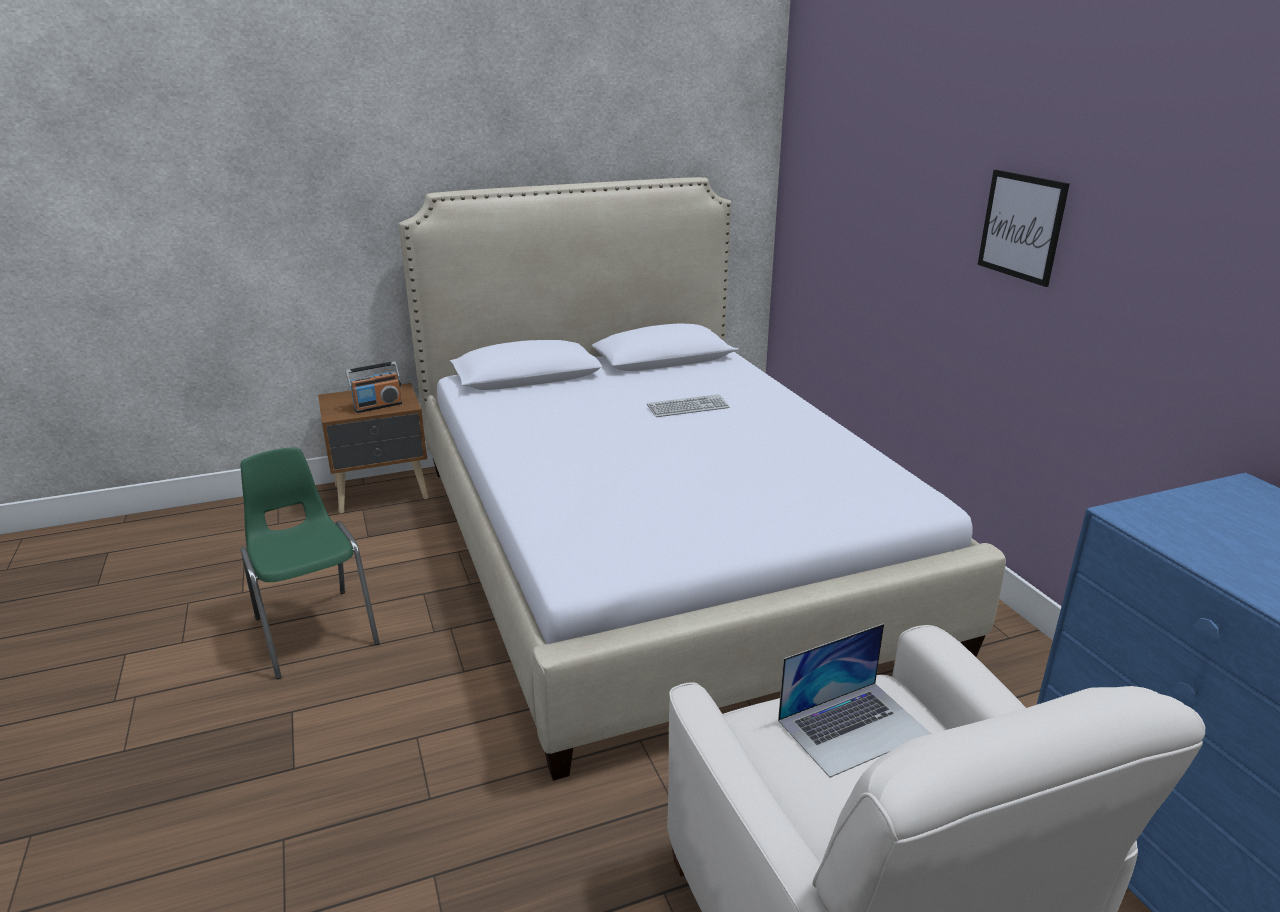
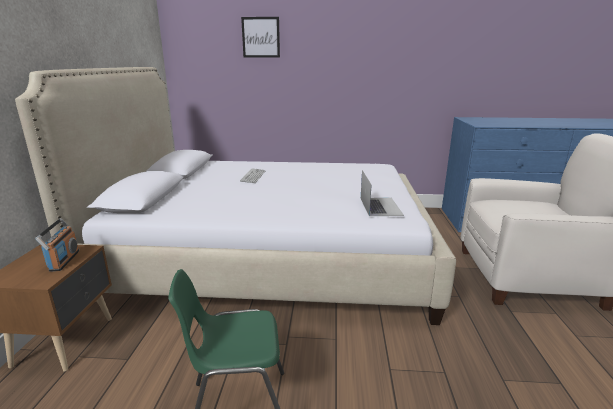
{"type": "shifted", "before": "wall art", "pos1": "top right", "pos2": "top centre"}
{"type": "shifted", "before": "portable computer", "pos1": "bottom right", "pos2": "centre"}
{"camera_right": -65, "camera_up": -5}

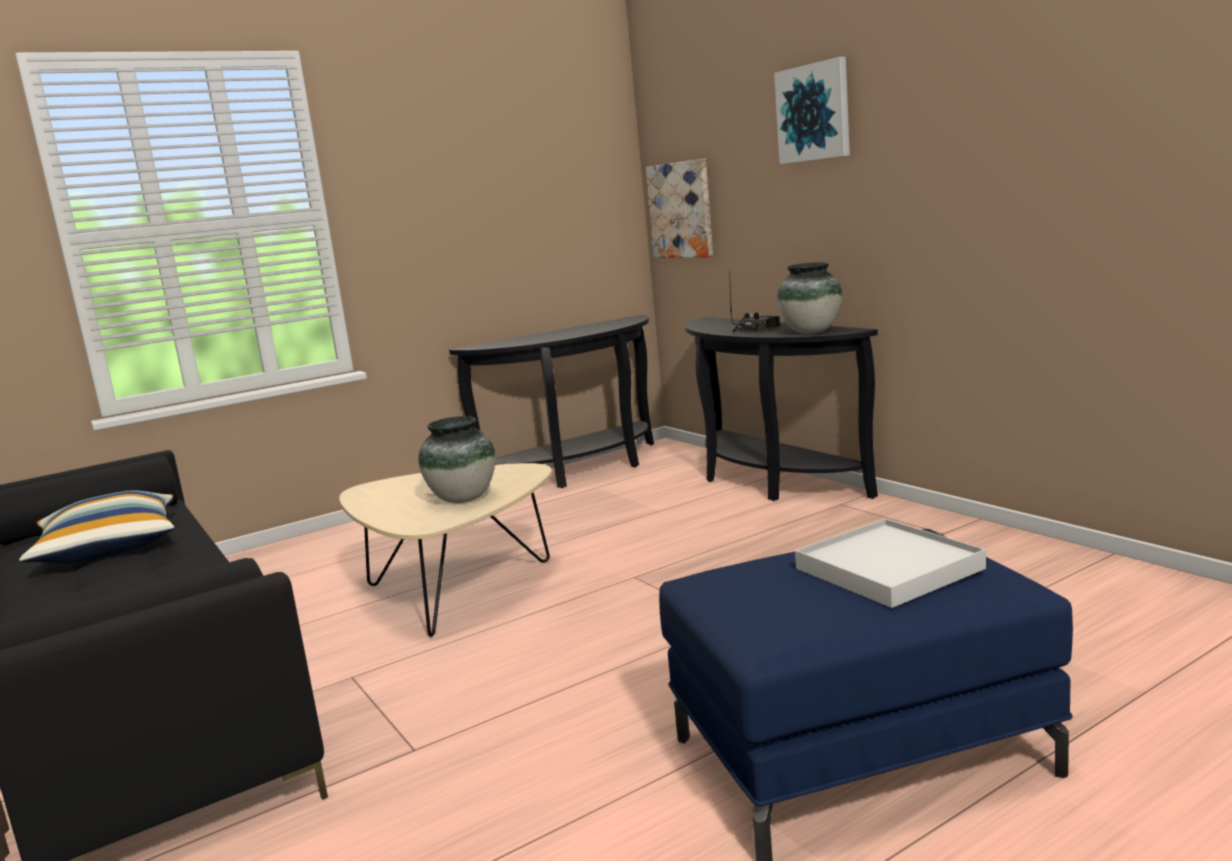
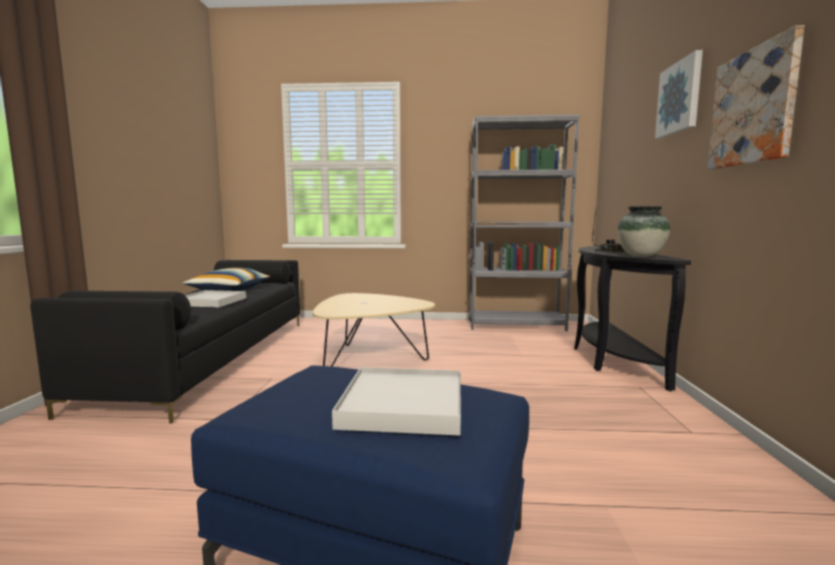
{"type": "shifted", "before": "wall art (no. 1 from left in the first image)", "after": "wall art (no. 2 from left)", "pos1": "top centre", "pos2": "top right"}
{"type": "swapped", "before": "blackish narrow table (no. 1 from left)", "after": "grey bookshelf", "pos1": "centre", "pos2": "centre"}
{"type": "gone", "before": "vase (no. 1 from left)", "pos1": "centre"}
{"type": "new", "after": "white-coloured tray (no. 1 from left)", "pos2": "middle left"}
{"camera_right": 35, "camera_up": -5}

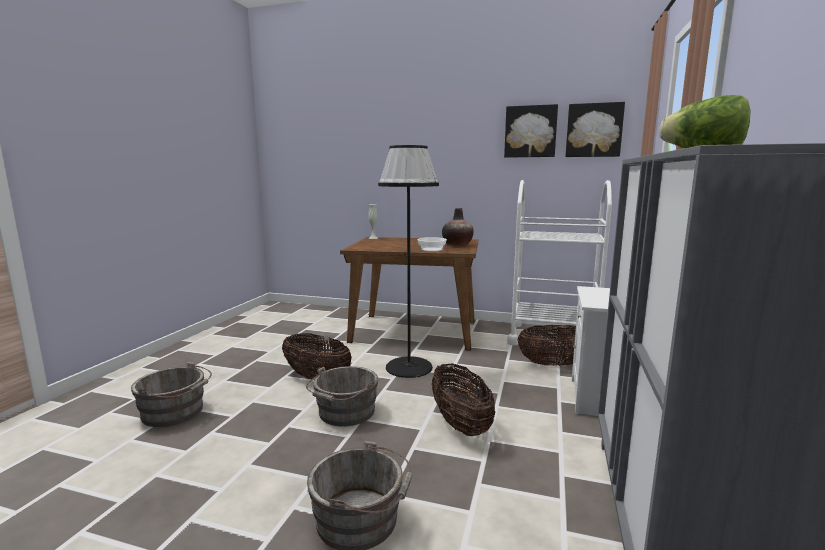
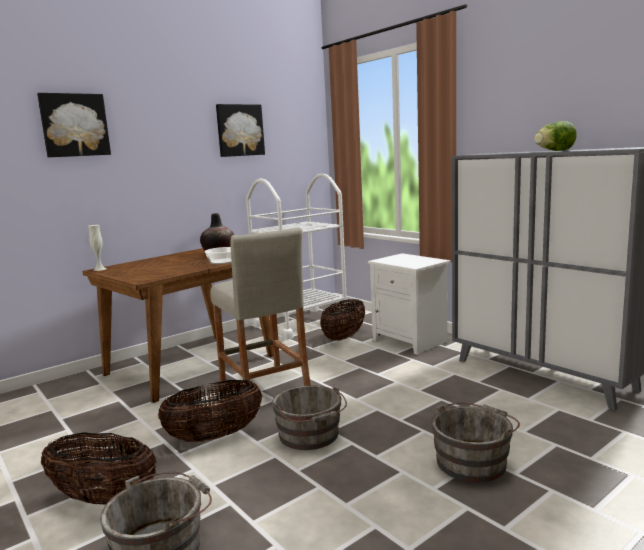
{"type": "shifted", "before": "wall art (no. 2 from left in the first image)", "after": "wall art (no. 1 from left)", "pos1": "top right", "pos2": "top left"}
{"type": "swapped", "before": "blackish standard lamp", "after": "sand-coloured stool seat", "pos1": "centre", "pos2": "centre"}
{"type": "shifted", "before": "basket (no. 2 from left in the first image)", "after": "basket (no. 1 from left)", "pos1": "bottom centre", "pos2": "bottom left"}
{"camera_right": -55, "camera_up": 0}

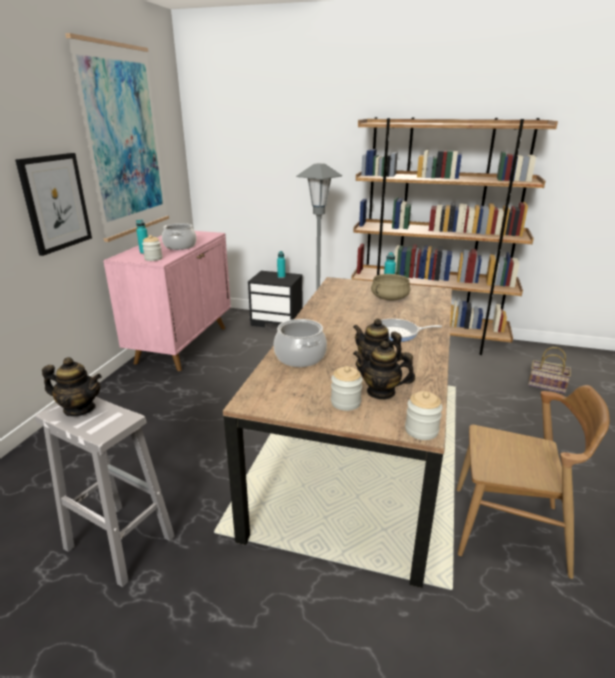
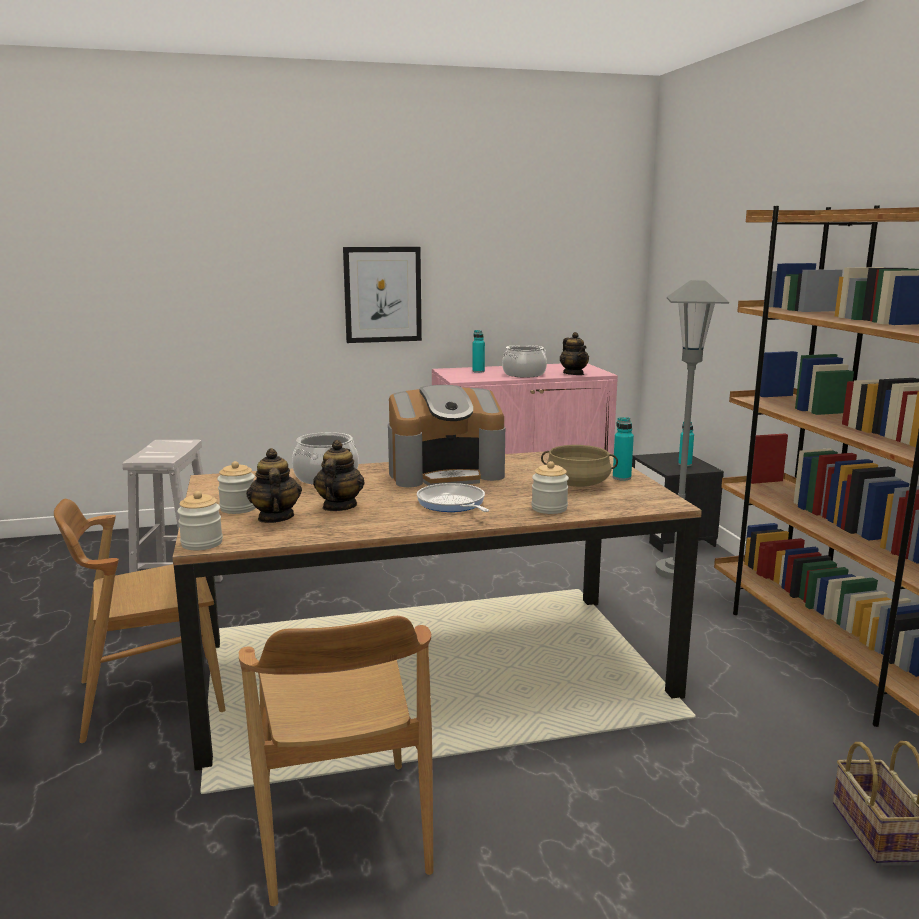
{"type": "gone", "before": "wall art (no. 2 from left)", "pos1": "top left"}
{"type": "shifted", "before": "storage jar (no. 1 from left in the first image)", "after": "storage jar (no. 3 from left)", "pos1": "middle left", "pos2": "centre"}
{"type": "shifted", "before": "tea pot (no. 1 from left in the first image)", "after": "tea pot (no. 3 from left)", "pos1": "middle left", "pos2": "centre"}
{"type": "new", "after": "coffee machine", "pos2": "centre"}
{"type": "new", "after": "brown-coloured upright chair (no. 1 from left)", "pos2": "bottom left"}
{"camera_right": 60, "camera_up": -10}

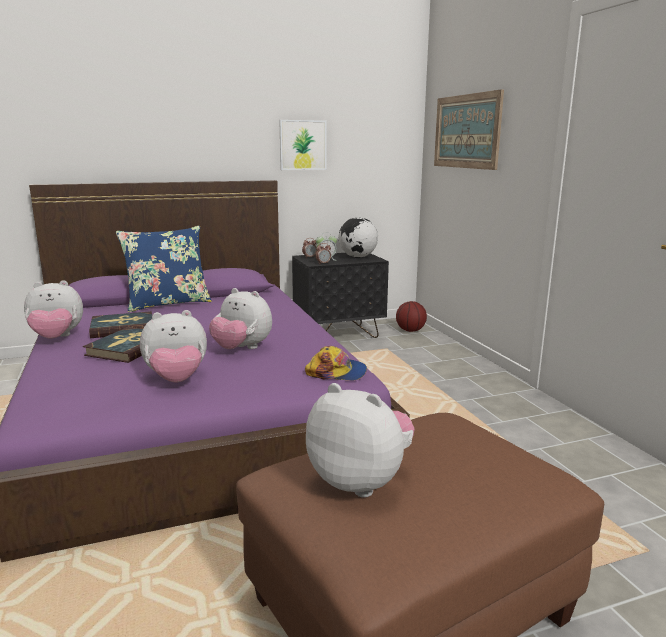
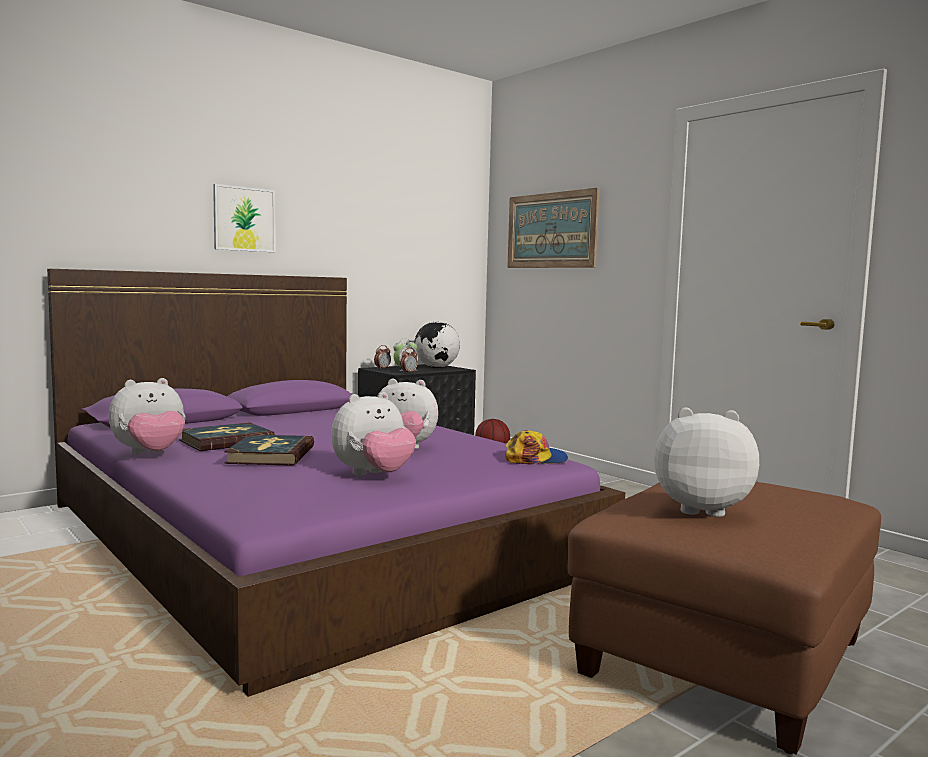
{"type": "shifted", "before": "wall art (no. 1 from left)", "pos1": "top centre", "pos2": "top left"}
{"type": "gone", "before": "blue-coloured pillow", "pos1": "middle left"}
{"camera_right": -20, "camera_up": -10}

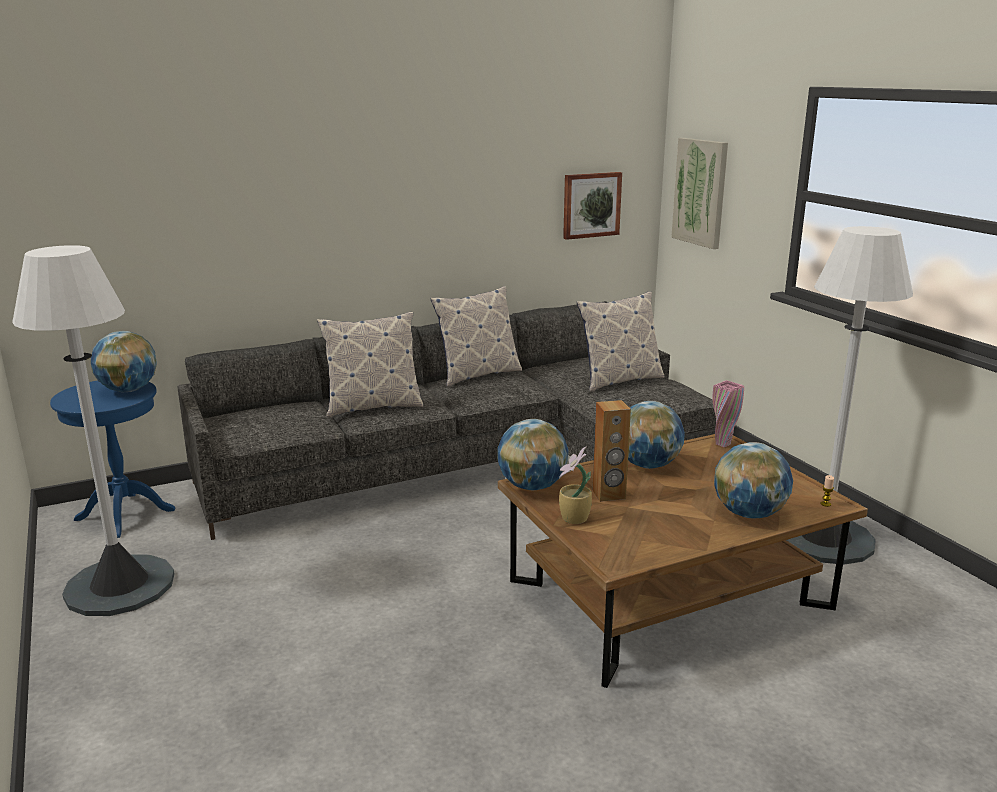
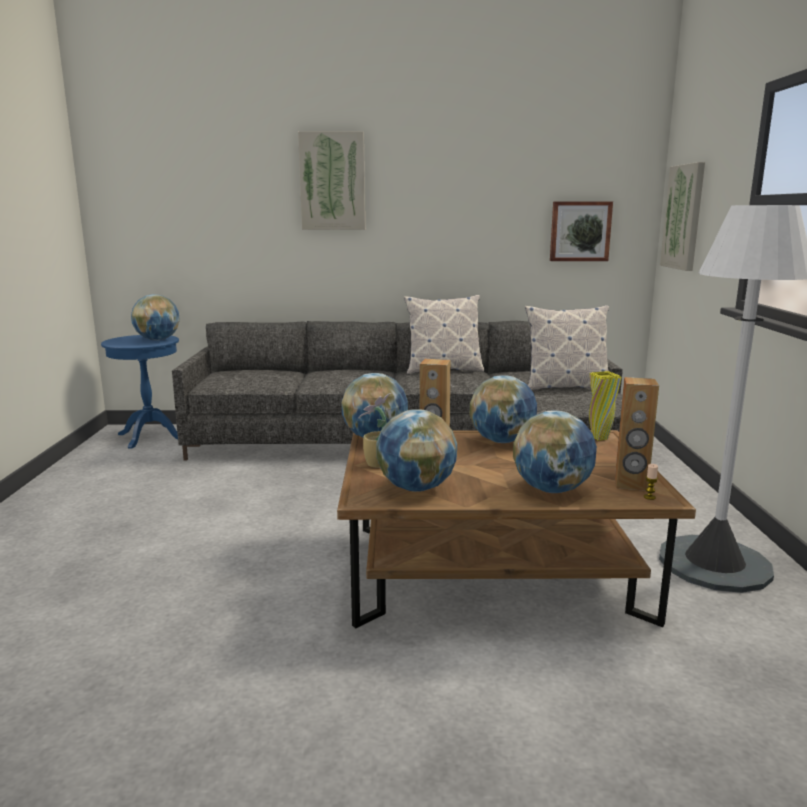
{"type": "gone", "before": "white-coloured standard lamp (no. 1 from left)", "pos1": "middle left"}
{"type": "gone", "before": "pillow (no. 1 from left)", "pos1": "centre"}
{"type": "repainted", "before": "pinkish vase", "after": "yellowish vase", "pos1": "middle right", "pos2": "middle right"}
{"type": "new", "after": "wall art (no. 1 from left)", "pos2": "top centre"}
{"type": "new", "after": "brown-coloured speaker (no. 2 from left)", "pos2": "middle right"}
{"type": "new", "after": "globe (no. 3 from left)", "pos2": "centre"}
{"camera_right": 25, "camera_up": -5}

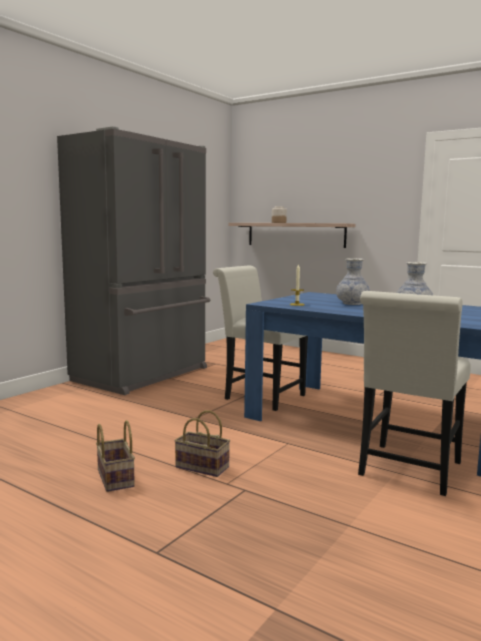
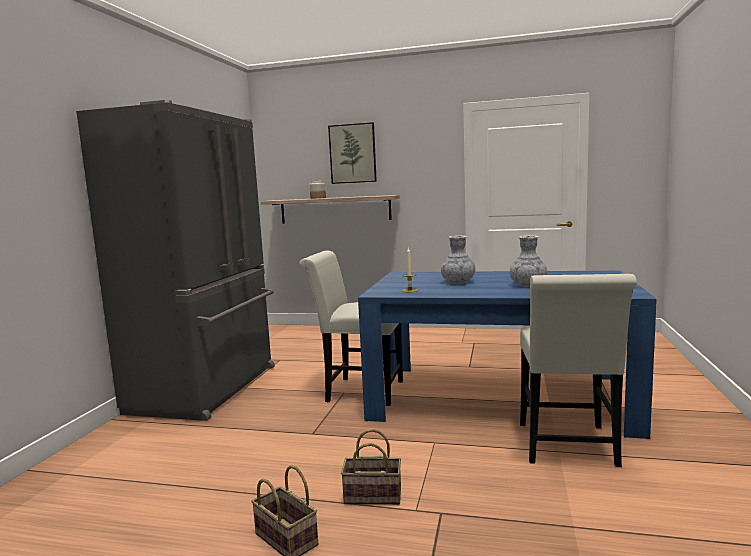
{"type": "new", "after": "wall art", "pos2": "top centre"}
{"camera_right": -20, "camera_up": 0}

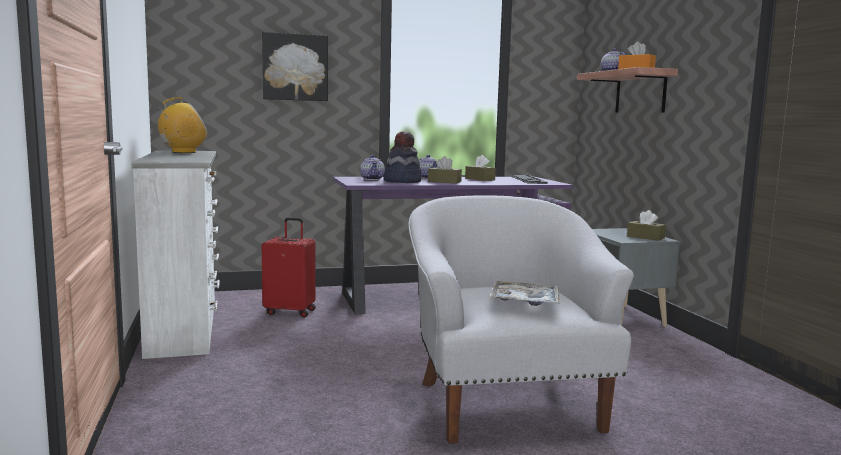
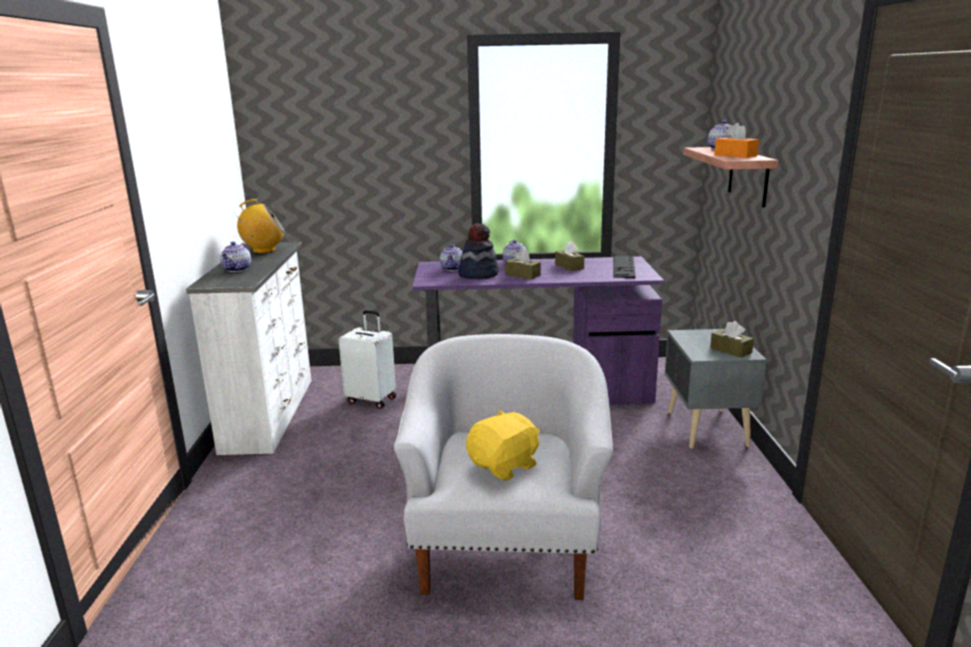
{"type": "gone", "before": "wall art", "pos1": "top centre"}
{"type": "repainted", "before": "red suitcase", "after": "white-coloured suitcase", "pos1": "centre", "pos2": "centre"}
{"type": "swapped", "before": "tray", "after": "yellowish plush toy", "pos1": "centre", "pos2": "bottom centre"}
{"type": "new", "after": "tea pot (no. 1 from left)", "pos2": "middle left"}
{"camera_right": 15, "camera_up": 10}

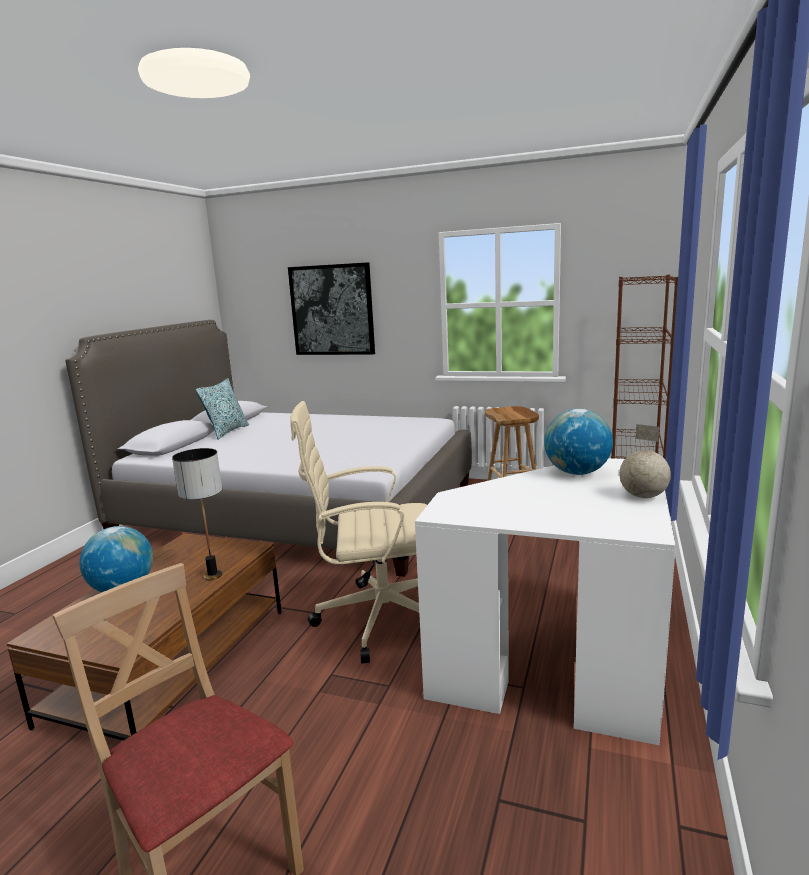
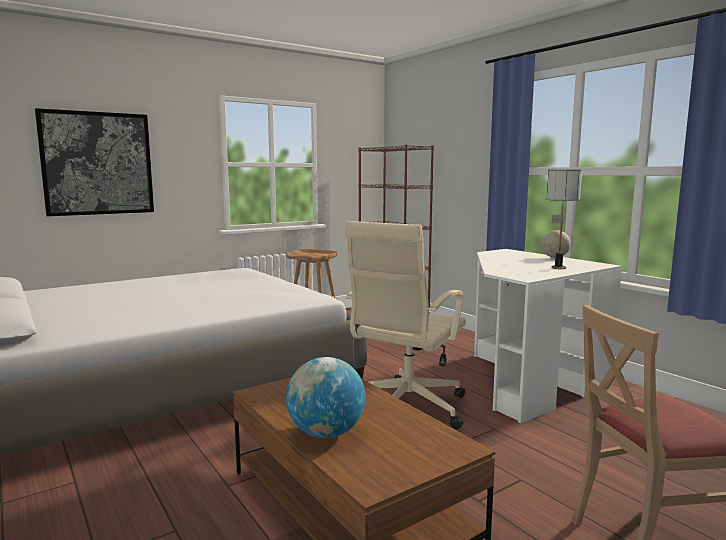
{"type": "gone", "before": "pillow", "pos1": "middle left"}
{"type": "gone", "before": "globe (no. 2 from left)", "pos1": "middle right"}
{"type": "shifted", "before": "lamp for a table", "pos1": "middle left", "pos2": "middle right"}
{"camera_right": -55, "camera_up": -5}

